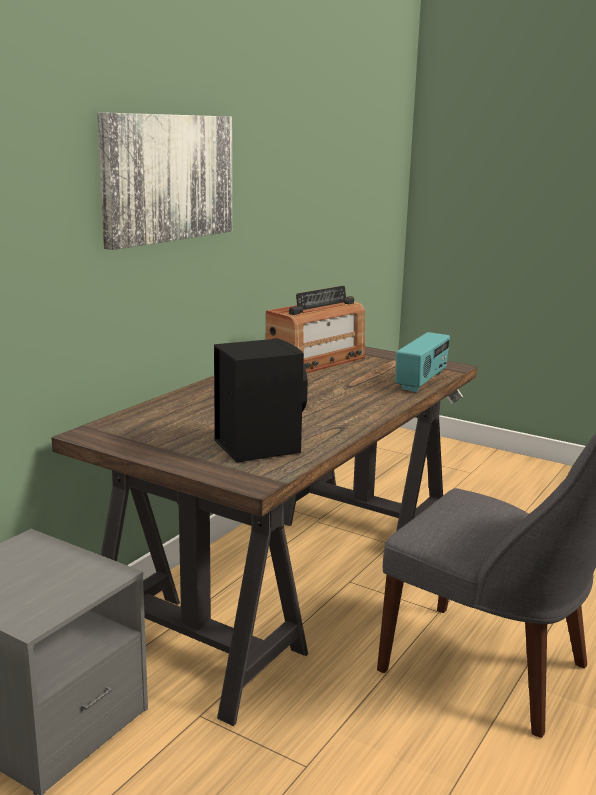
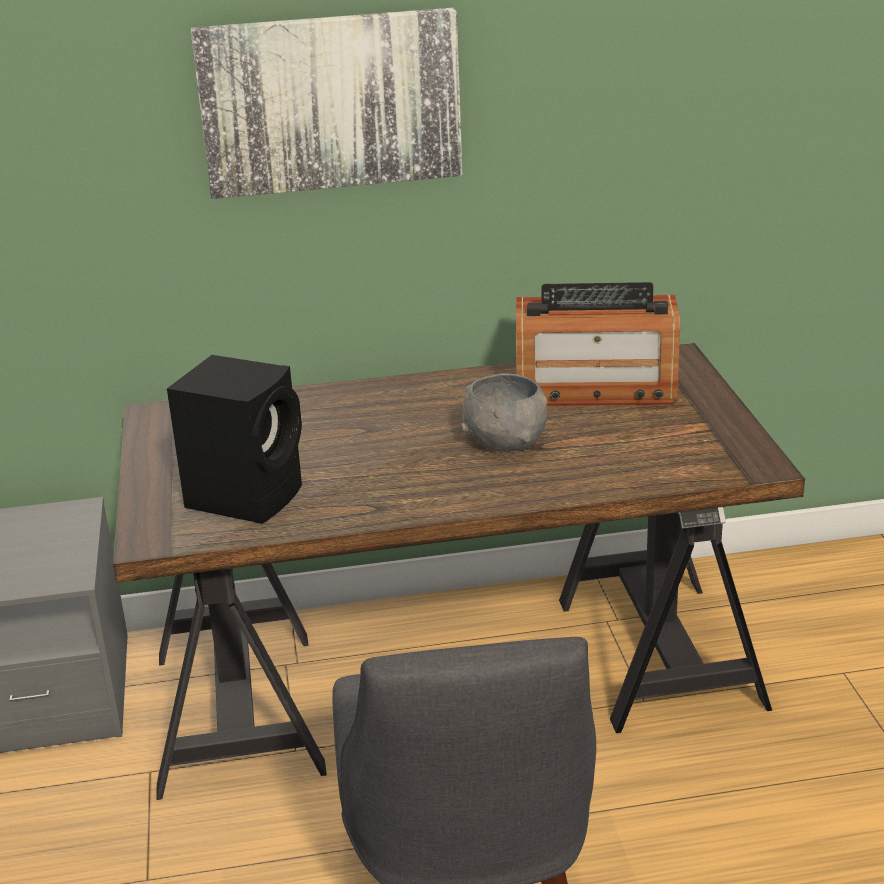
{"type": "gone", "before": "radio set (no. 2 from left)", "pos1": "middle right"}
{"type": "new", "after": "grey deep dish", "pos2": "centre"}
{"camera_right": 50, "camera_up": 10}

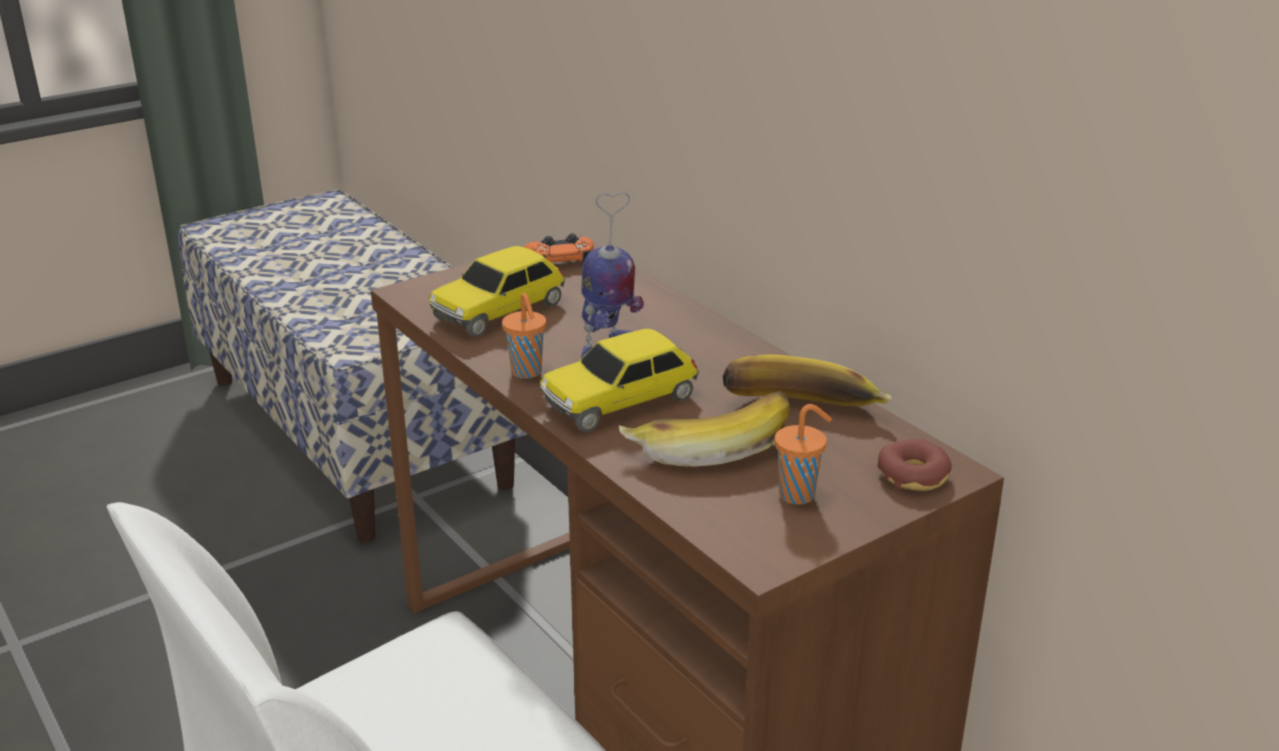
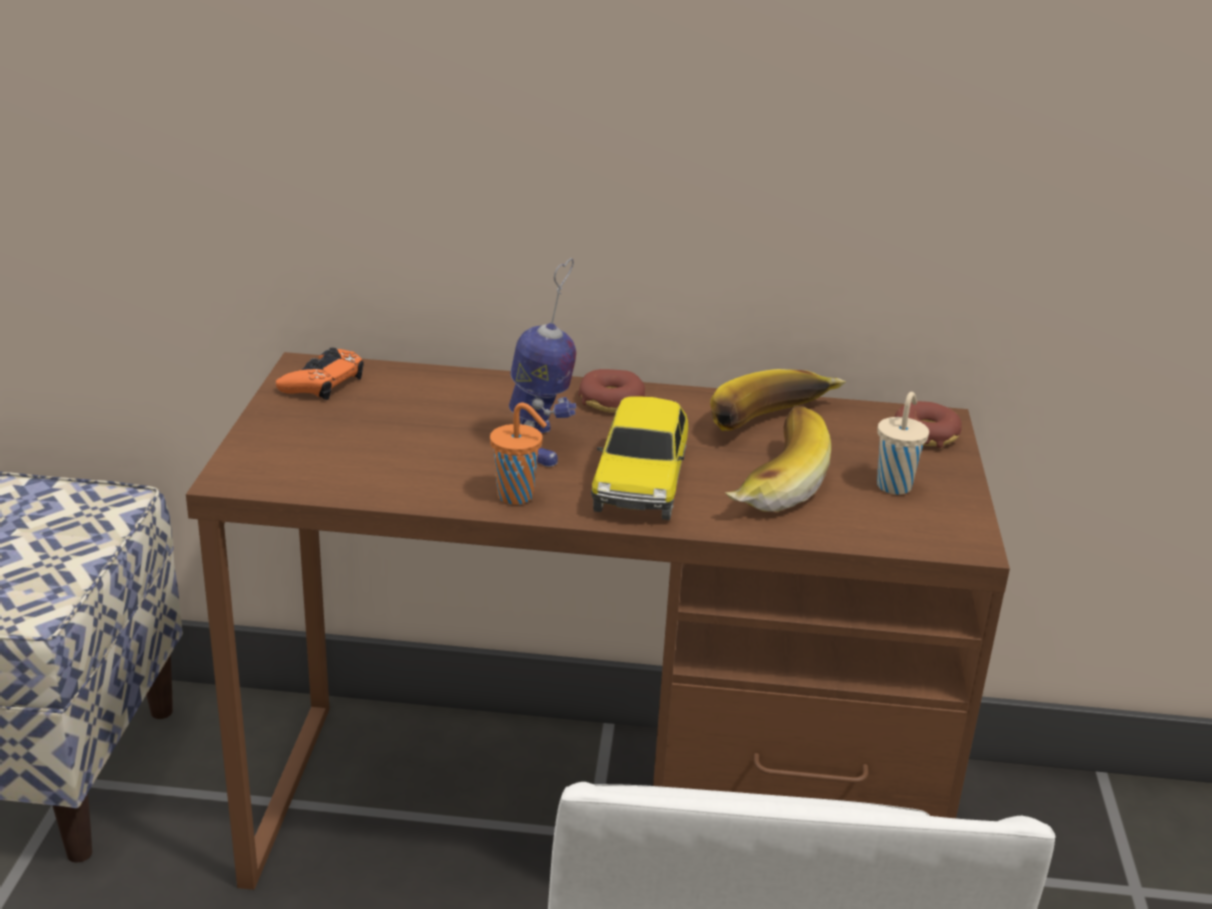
{"type": "gone", "before": "miniature car (no. 1 from left)", "pos1": "centre"}
{"type": "repainted", "before": "orange-coloured small cup (no. 2 from left)", "after": "sand-coloured small cup", "pos1": "centre", "pos2": "middle right"}
{"type": "new", "after": "ring doughnut (no. 1 from left)", "pos2": "centre"}
{"camera_right": -50, "camera_up": 0}

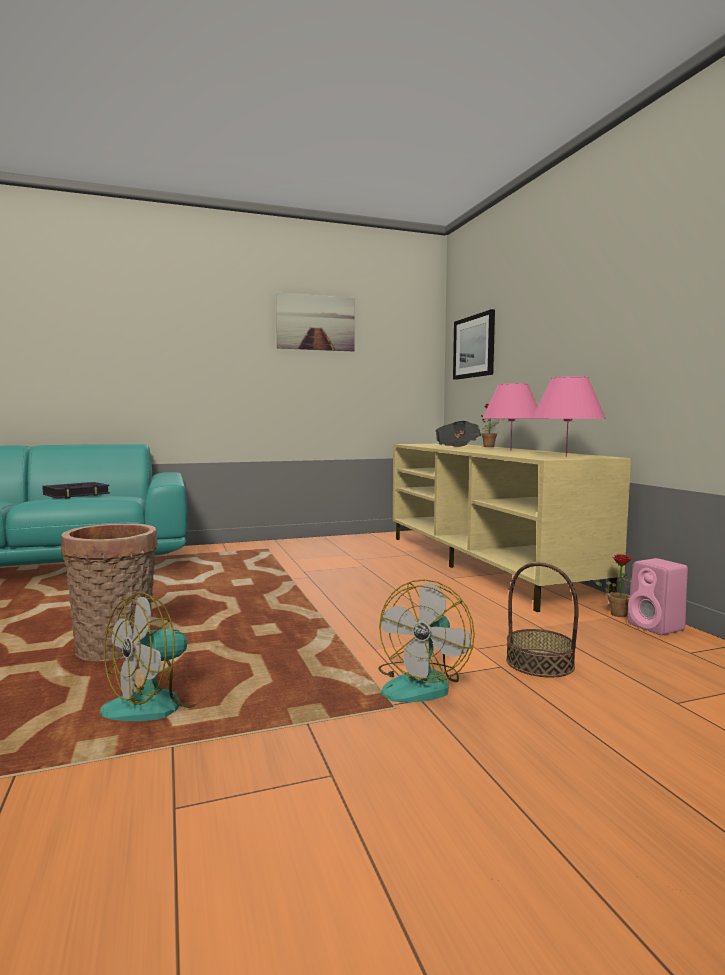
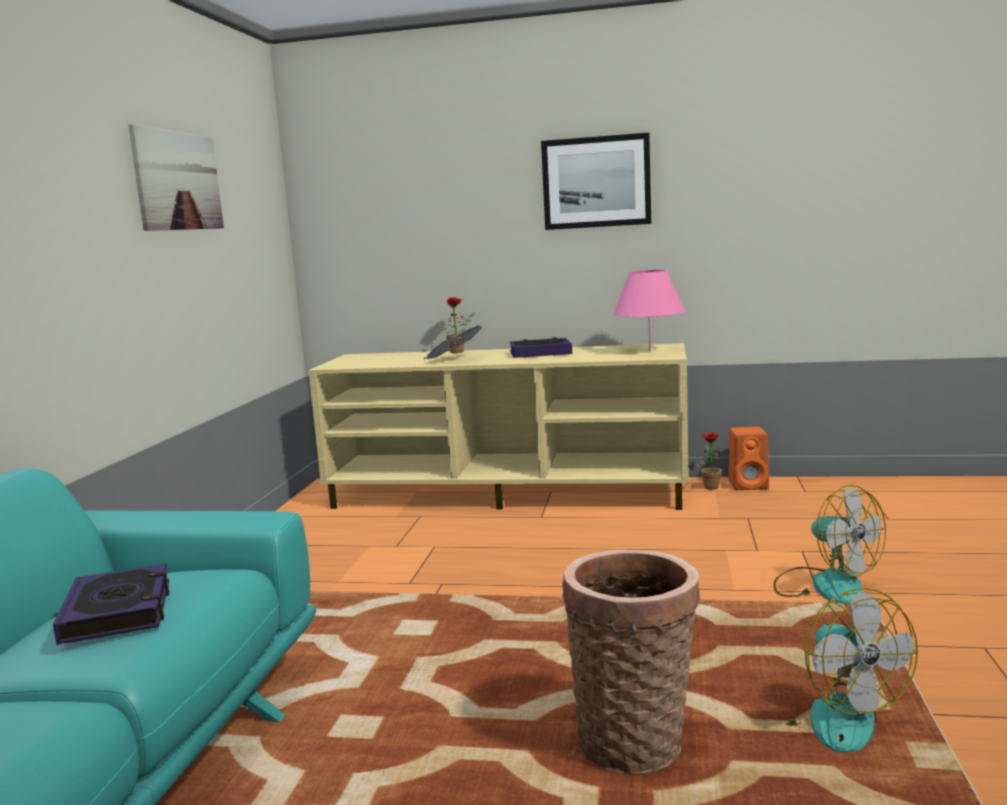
{"type": "shifted", "before": "wall art (no. 2 from left)", "pos1": "centre", "pos2": "top centre"}
{"type": "swapped", "before": "pinkish lamp for a table (no. 1 from left)", "after": "volume (no. 2 from left)", "pos1": "middle right", "pos2": "centre"}
{"type": "repainted", "before": "pinkish speaker", "after": "orange-coloured speaker", "pos1": "middle right", "pos2": "middle right"}
{"type": "gone", "before": "basket (no. 2 from left)", "pos1": "middle right"}
{"camera_right": -60, "camera_up": 5}

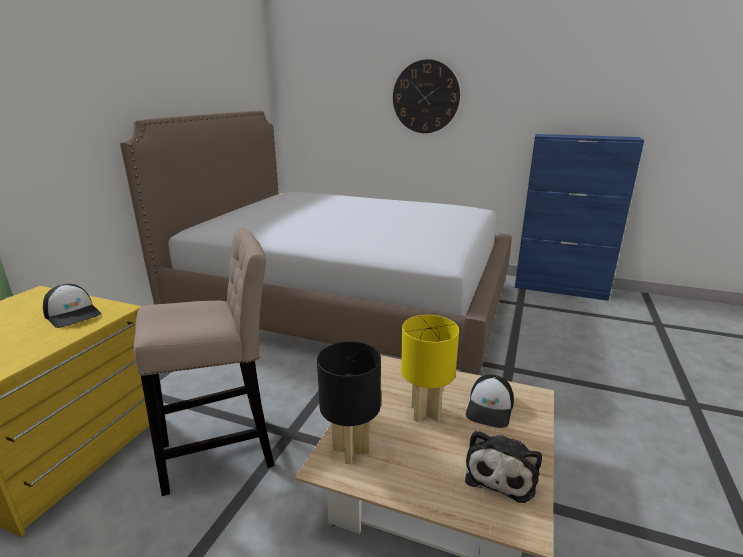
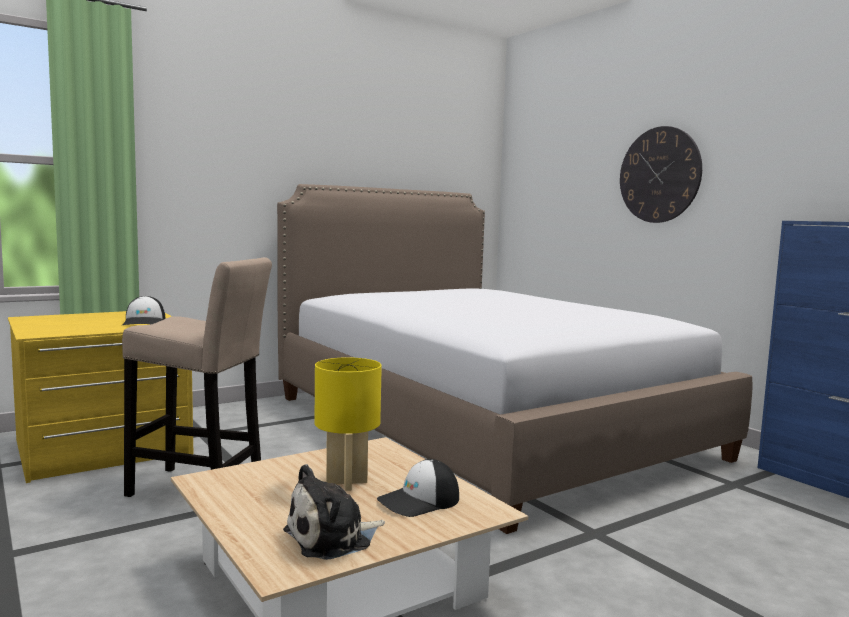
{"type": "gone", "before": "blackish lamp for a table", "pos1": "bottom centre"}
{"camera_right": 35, "camera_up": -15}

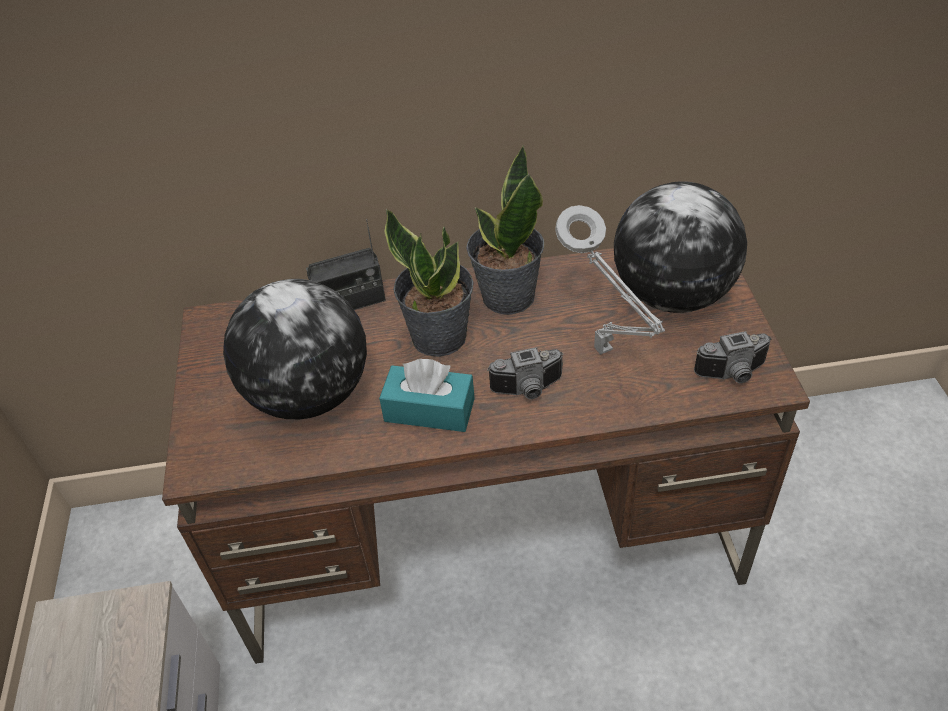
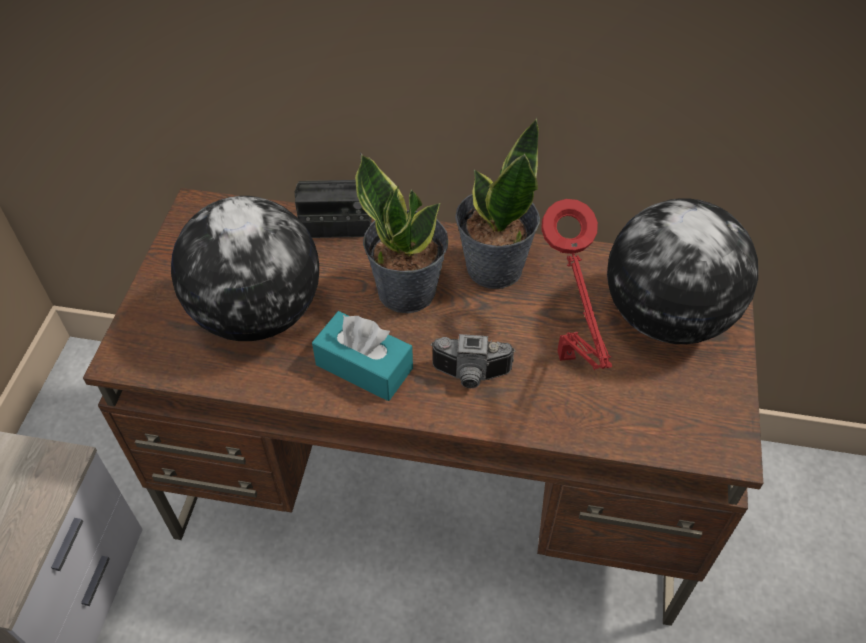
{"type": "repainted", "before": "grey lamp for a table", "after": "red lamp for a table", "pos1": "centre", "pos2": "centre"}
{"type": "gone", "before": "photo camera (no. 2 from left)", "pos1": "middle right"}
{"camera_right": 15, "camera_up": 5}

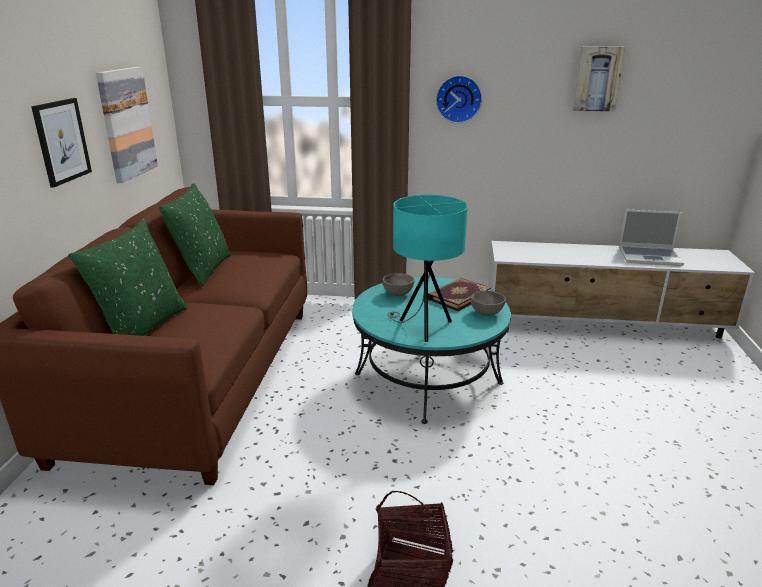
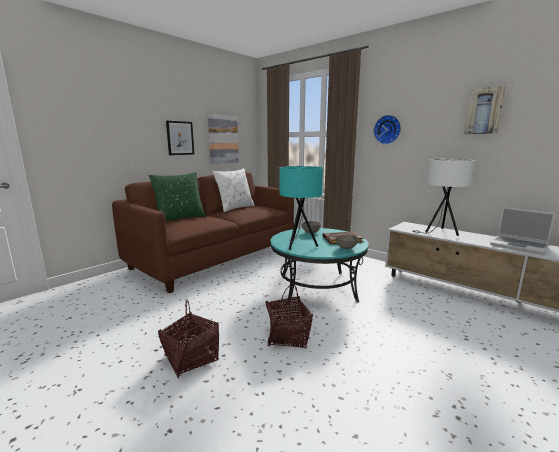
{"type": "repainted", "before": "greenish pillow (no. 2 from left)", "after": "white-coloured pillow", "pos1": "middle left", "pos2": "centre"}
{"type": "new", "after": "white-coloured lamp for a table", "pos2": "middle right"}
{"type": "new", "after": "basket (no. 2 from left)", "pos2": "bottom centre"}
{"camera_right": 35, "camera_up": -10}

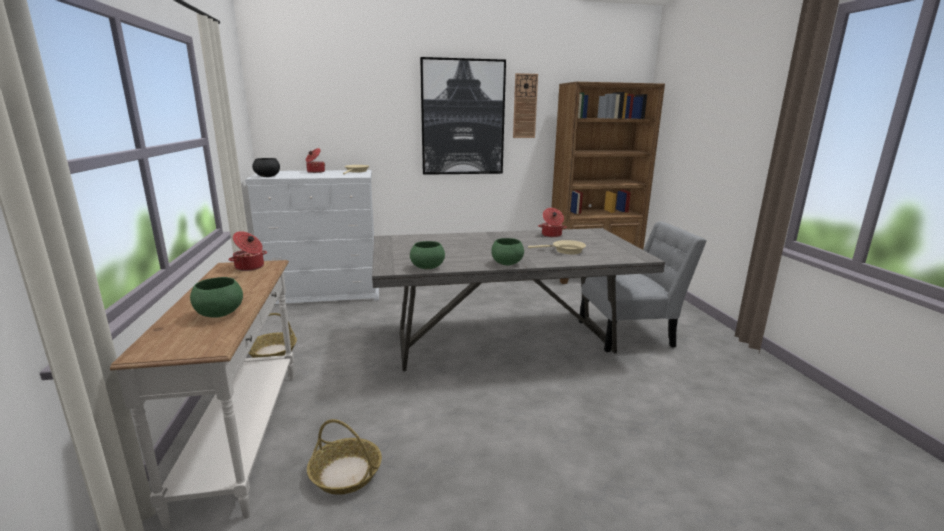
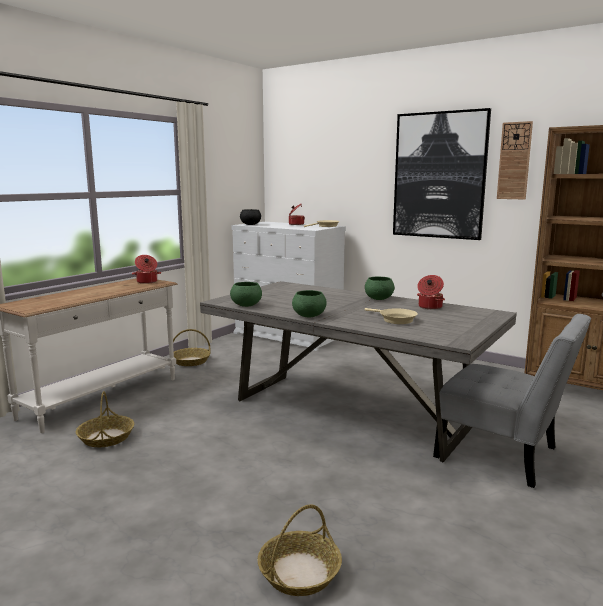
{"type": "shifted", "before": "greenish deep dish (no. 1 from left in the first image)", "after": "greenish deep dish (no. 3 from left)", "pos1": "middle left", "pos2": "centre"}
{"type": "new", "after": "basket (no. 3 from left)", "pos2": "bottom centre"}
{"camera_right": 45, "camera_up": -5}

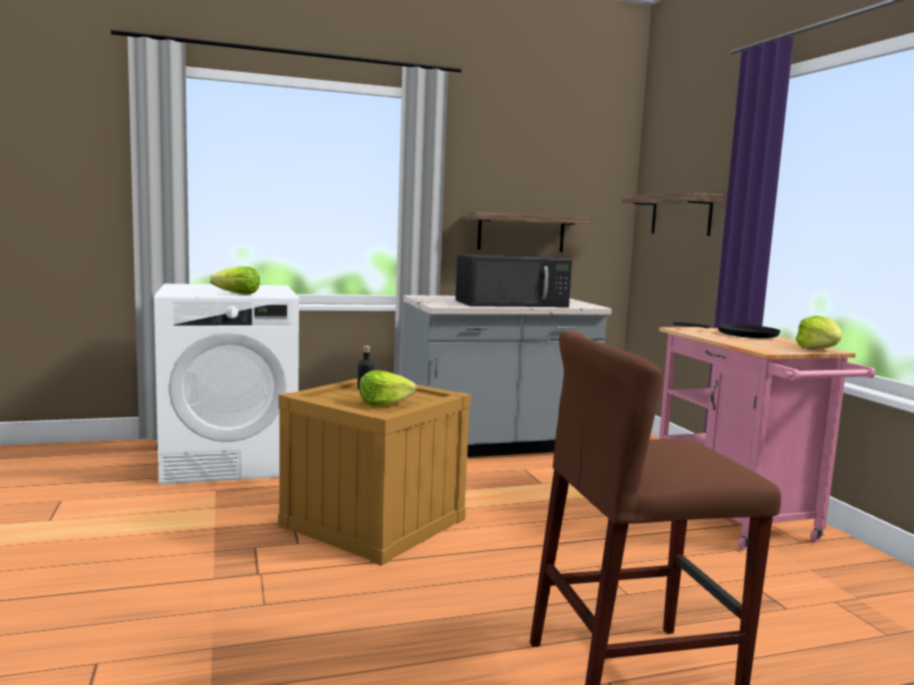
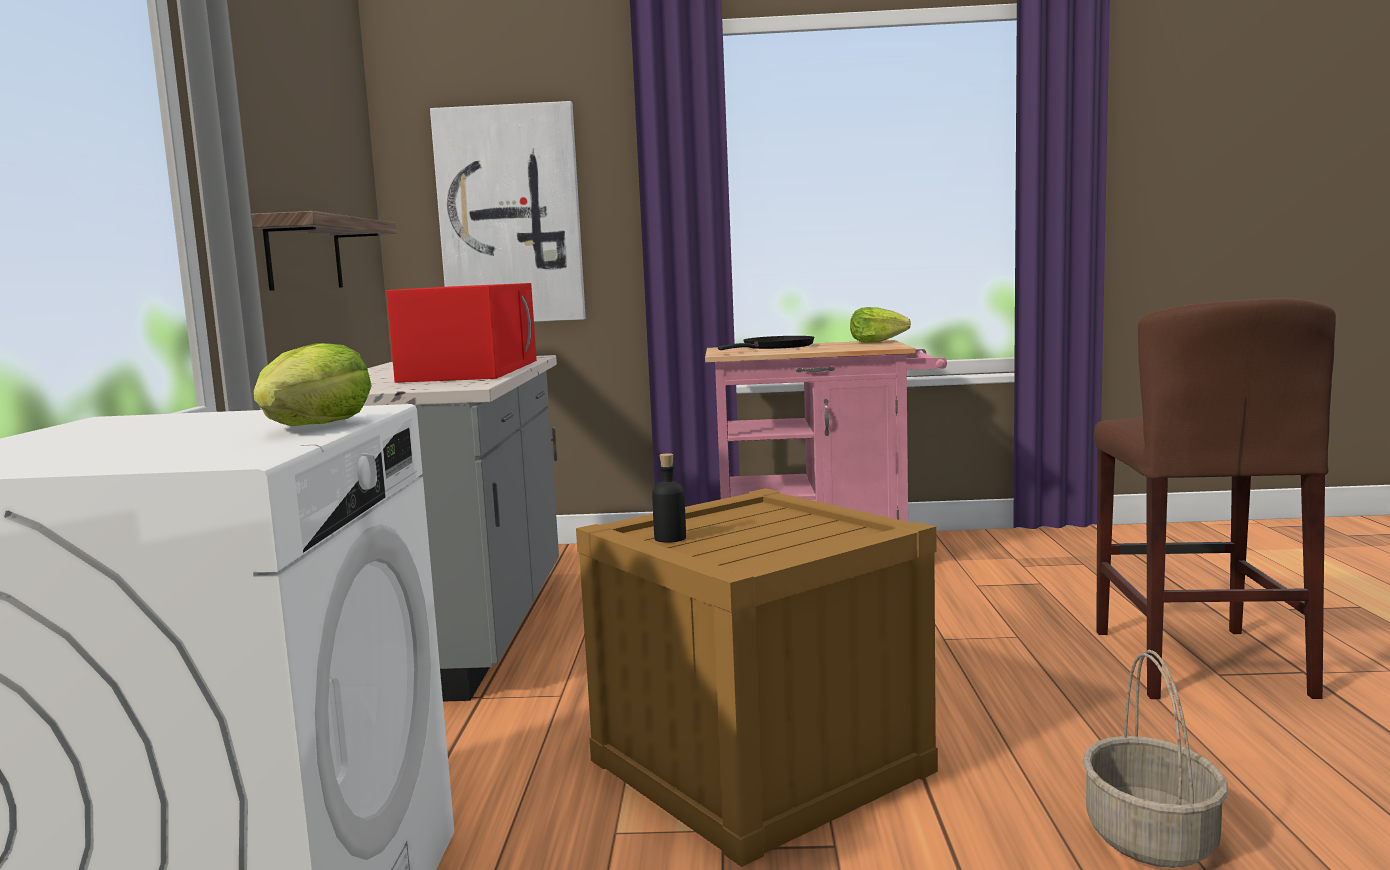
{"type": "swapped", "before": "wall shelf (no. 2 from left)", "after": "wall art", "pos1": "top right", "pos2": "top centre"}
{"type": "repainted", "before": "blackish microwave", "after": "red microwave", "pos1": "centre", "pos2": "middle left"}
{"type": "gone", "before": "head of lettuce (no. 2 from left)", "pos1": "centre"}
{"type": "new", "after": "basket", "pos2": "bottom right"}
{"camera_right": -70, "camera_up": 0}

